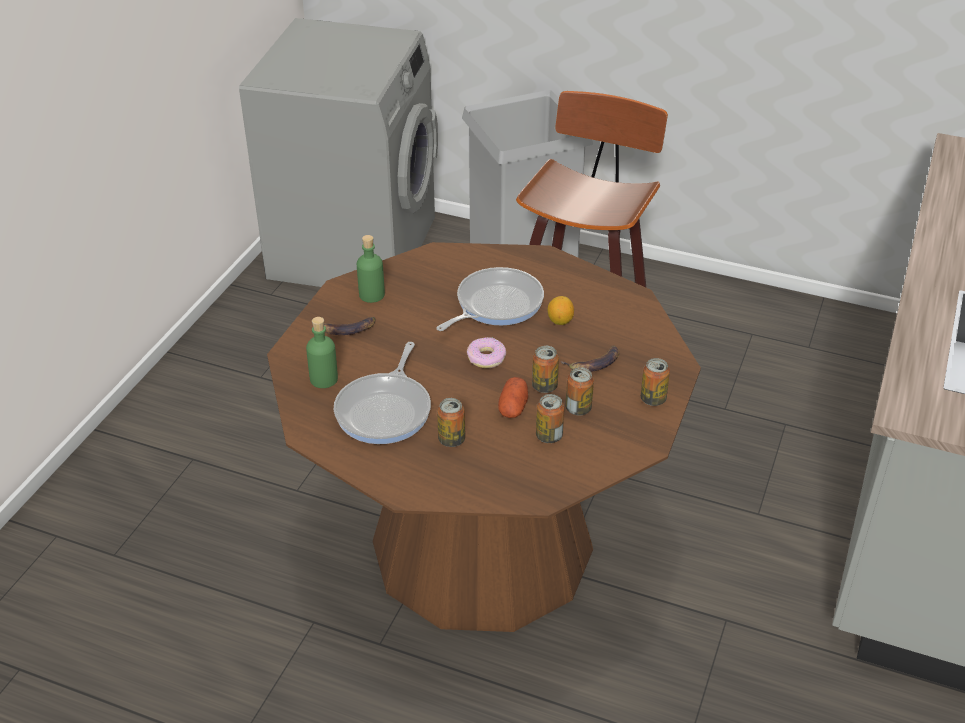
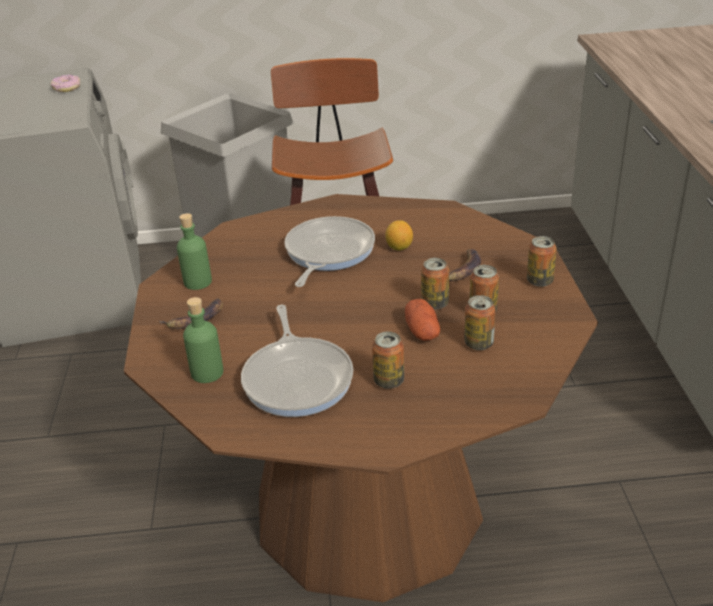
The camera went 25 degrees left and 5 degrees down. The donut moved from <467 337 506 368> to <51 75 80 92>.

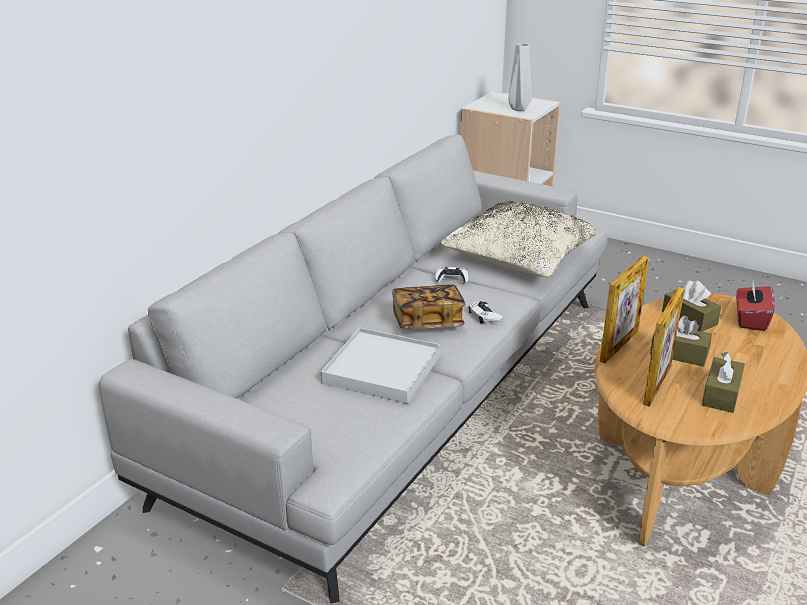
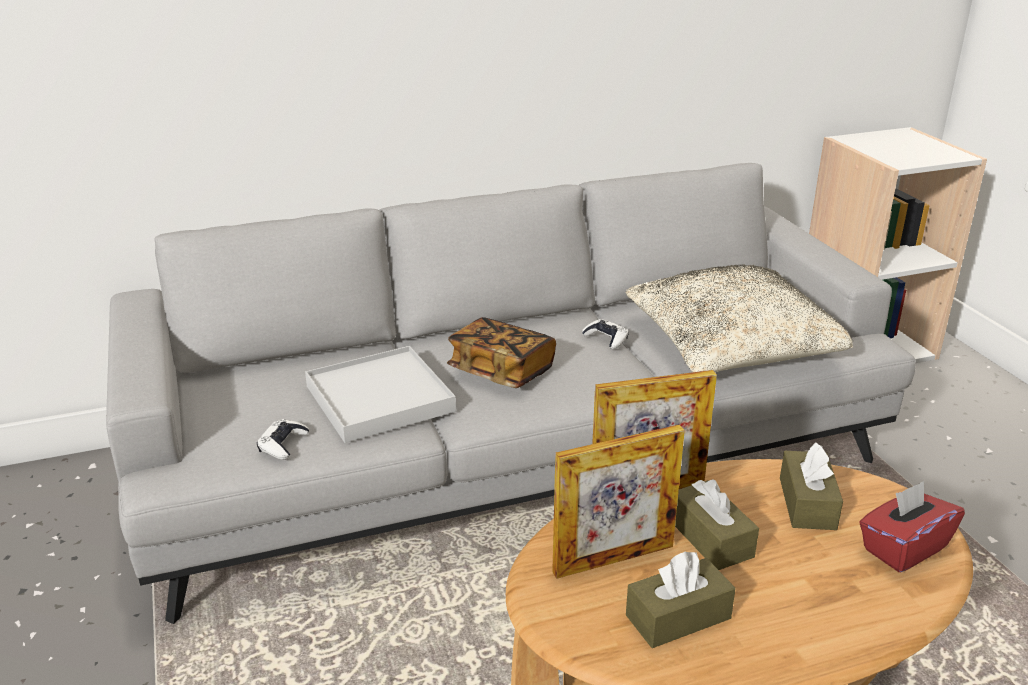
The camera went 40 degrees right and 0 degrees up. The vase in grey at <508 43 532 111> disappeared. The game controller in white moved from <469 301 503 324> to <257 419 309 460>.

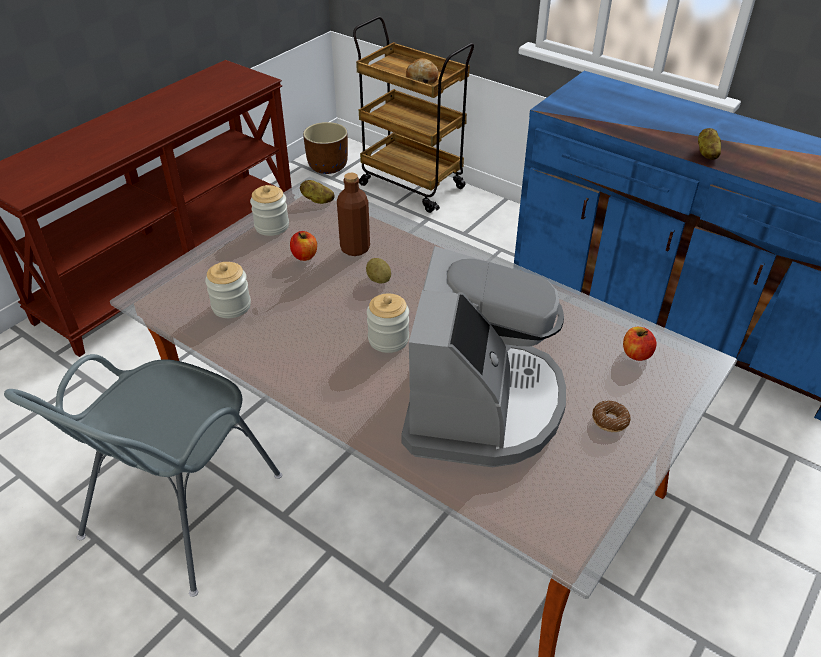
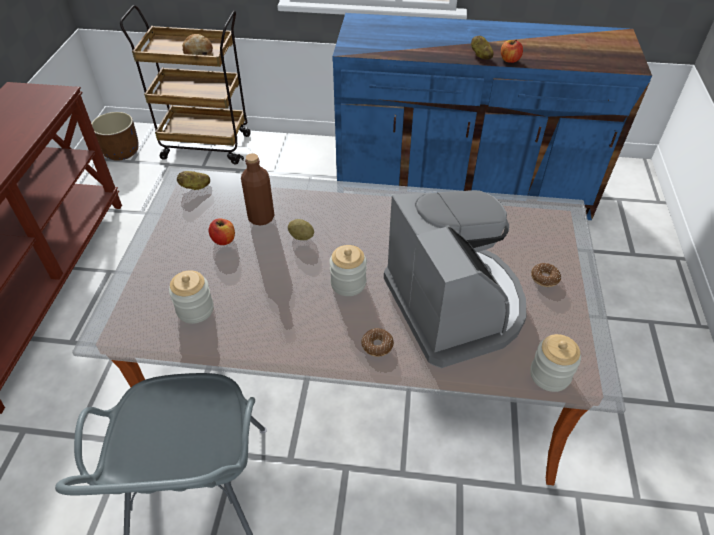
The camera went 30 degrees left and 5 degrees up. The jar moved from <250 185 289 236> to <530 334 581 392>. The apple moved from <623 327 657 361> to <501 40 523 63>. The donut at <361 328 394 357> appeared.

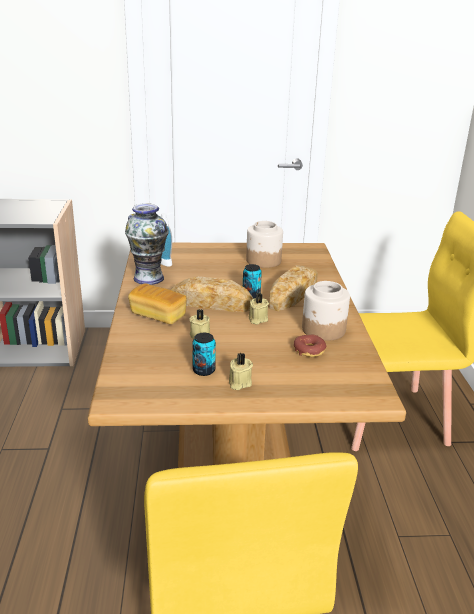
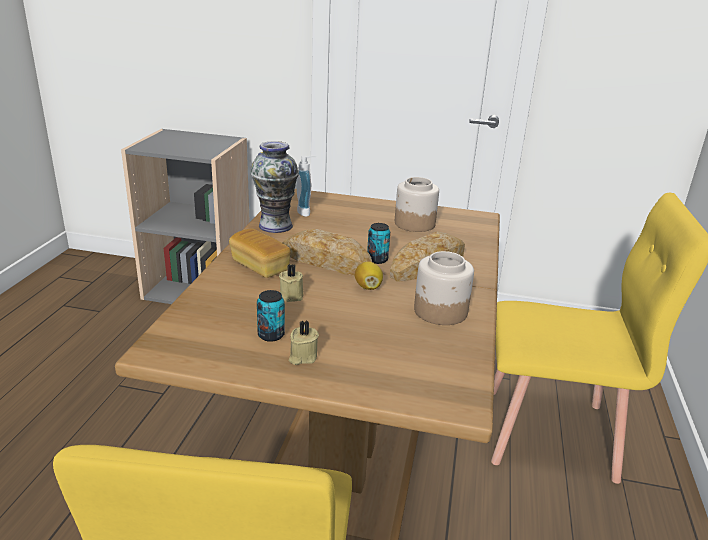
The camera went 15 degrees right and 0 degrees up. The candle in beige at <248 293 269 324> was replaced by the lemon at <355 261 383 290>. The donut at <294 335 327 357> disappeared.

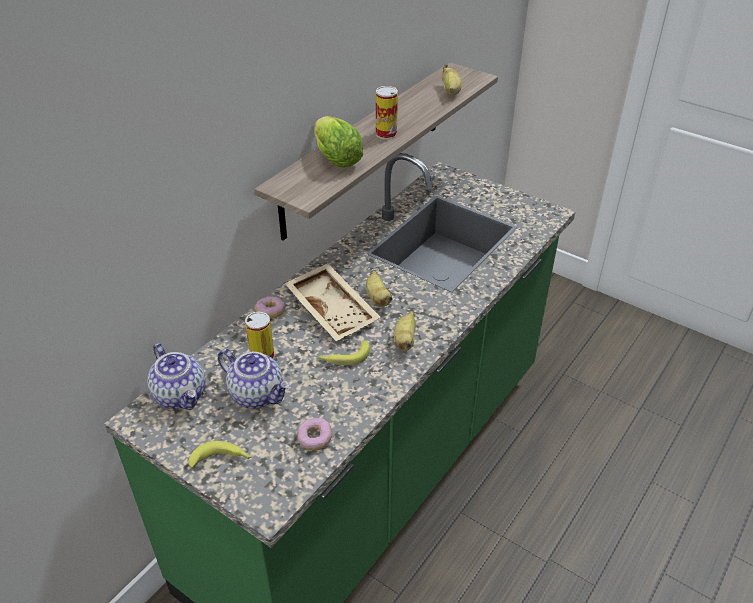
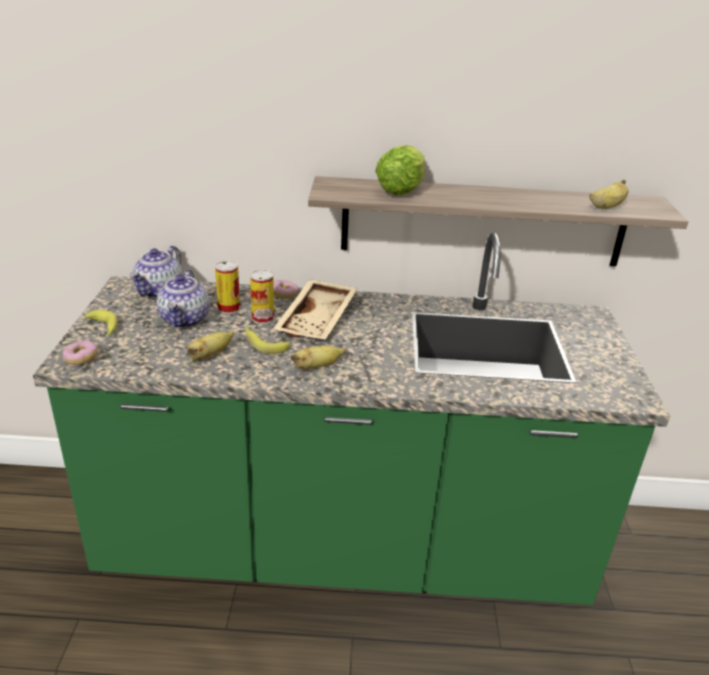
The camera went 55 degrees right and 10 degrees down. The can moved from <376 86 398 139> to <250 269 274 324>. The banana moved from <366 271 393 306> to <187 331 234 360>. The donut moved from <297 418 332 450> to <63 340 98 365>.

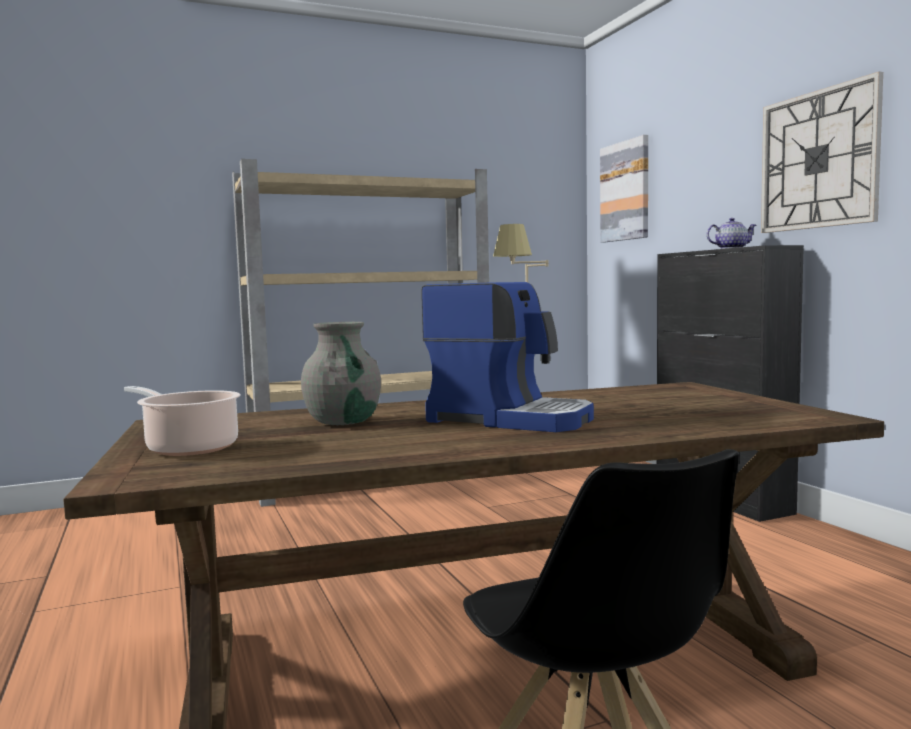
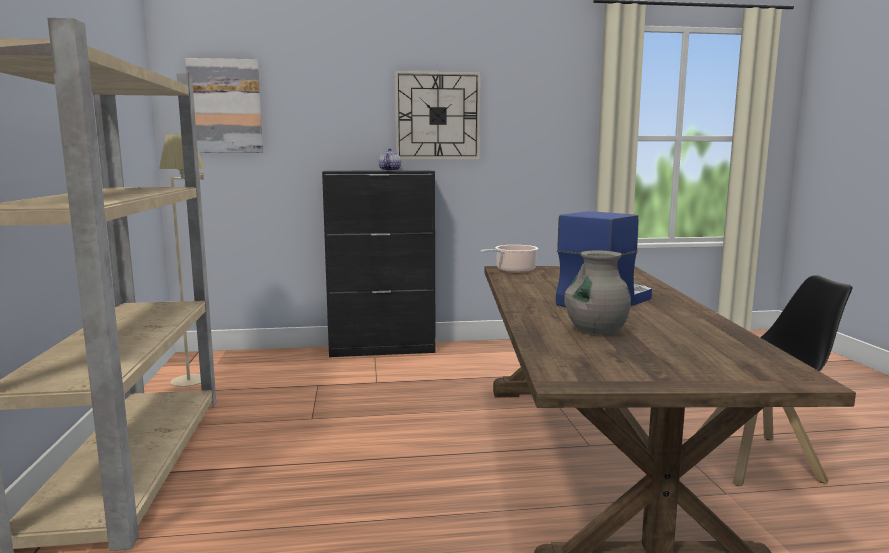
The camera went 75 degrees left and 5 degrees up. The cooking pot moved from <124 386 240 456> to <480 245 538 273>.

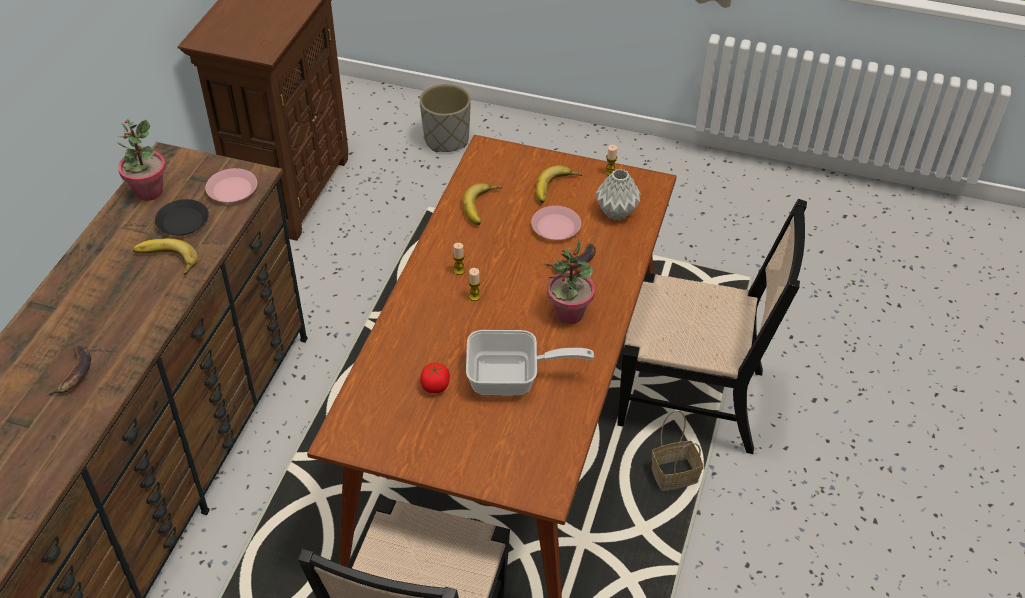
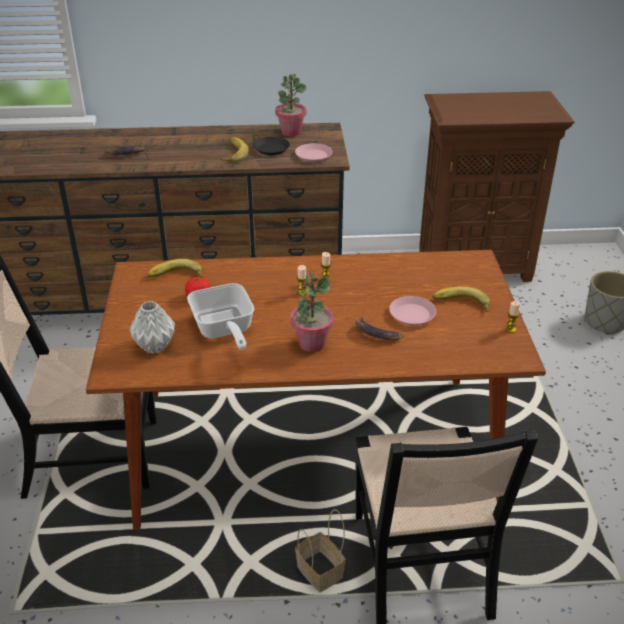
The camera went 70 degrees right and 10 degrees down. The vase in grey moved from <596 169 641 220> to <129 301 175 354>. The banana moved from <463 183 502 225> to <148 259 202 278>.

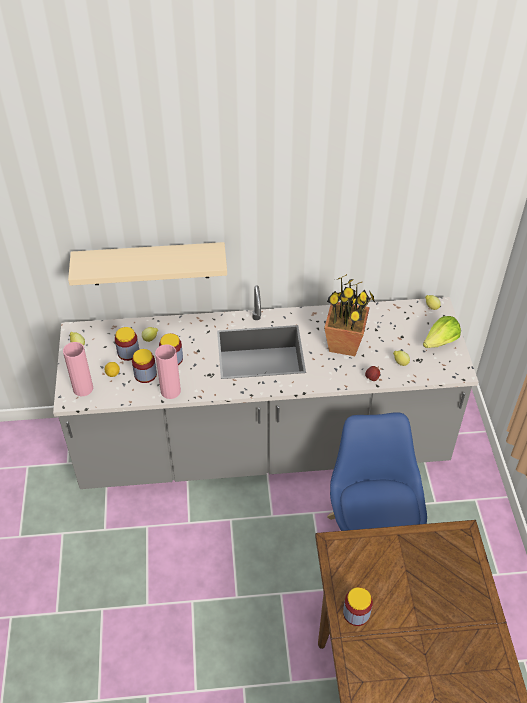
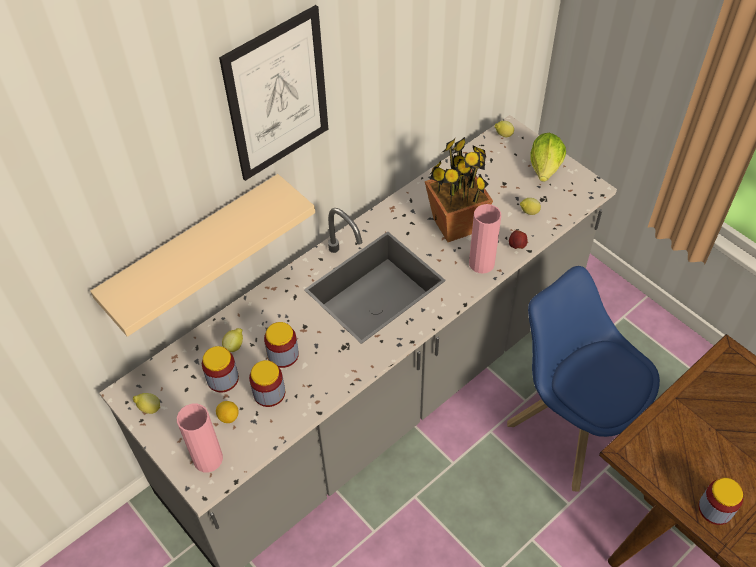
The camera went 35 degrees left and 5 degrees up. The vase in pink moved from <155 344 181 399> to <469 204 501 274>. The picture at <219 5 328 181> appeared.

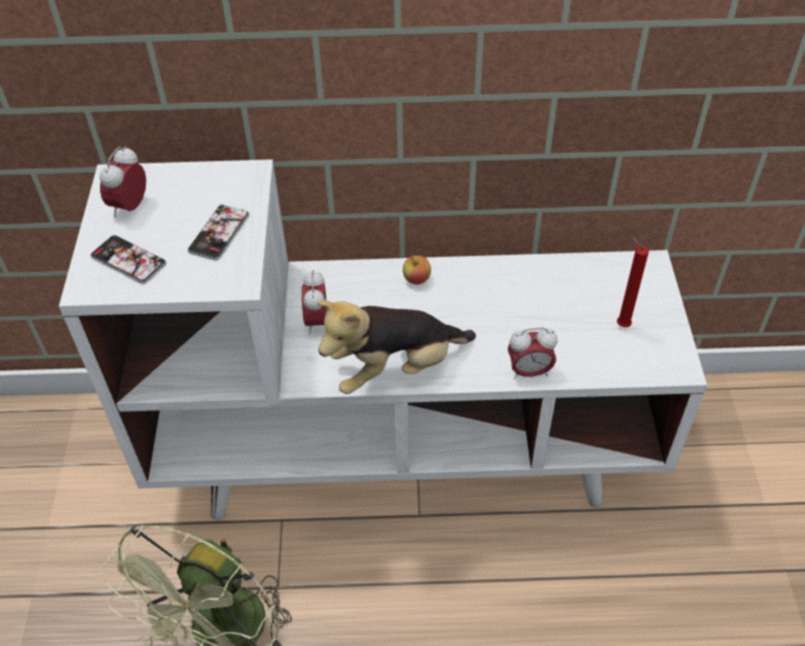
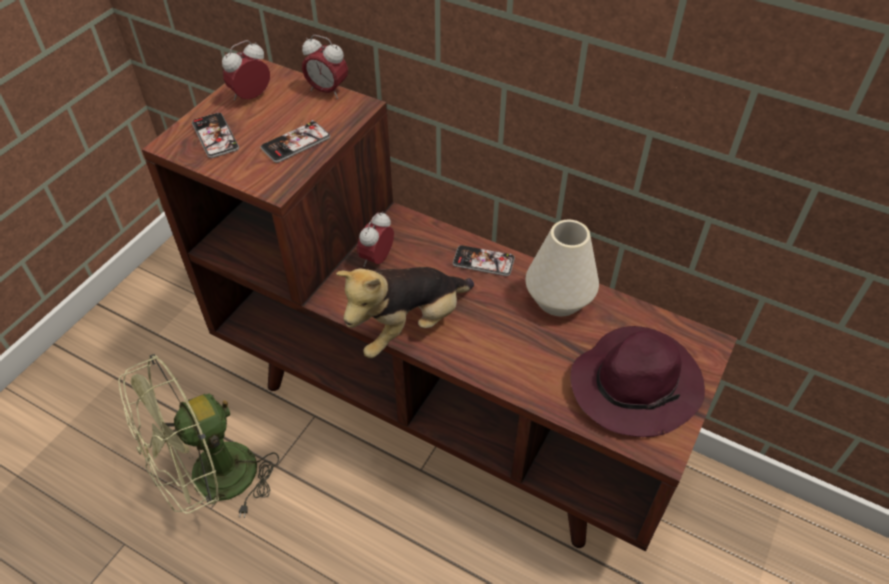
The camera went 30 degrees right and 0 degrees up. The tv stand in white at <59 159 707 520> became the tv stand in brown at <142 59 737 552>. The candle in red at <617 237 649 327> was replaced by the hat in purple at <571 326 705 437>. The apple at <403 255 431 285> was replaced by the phone at <453 245 515 276>. The plush toy at <317 300 476 394> turned 45 degrees counterclockwise. The alarm clock moved from <508 328 558 379> to <302 35 348 99>. The vase in white at <526 220 599 316> appeared.

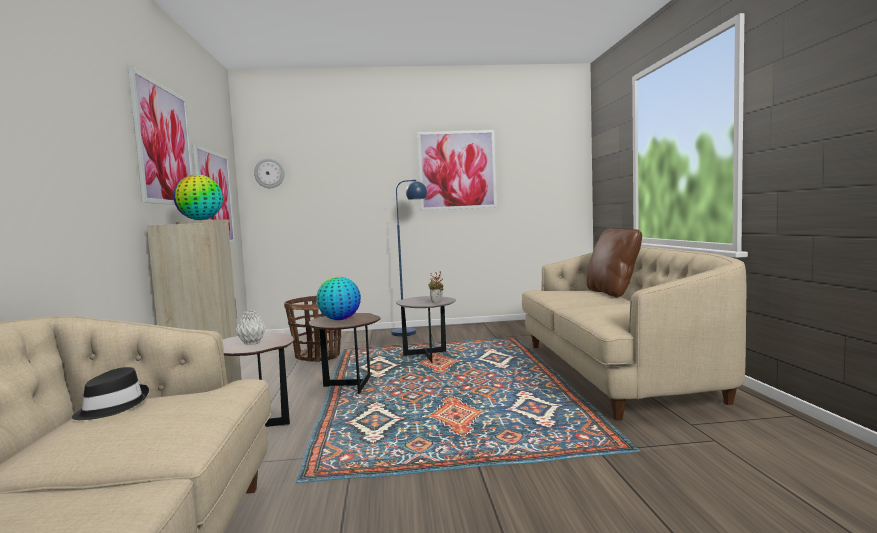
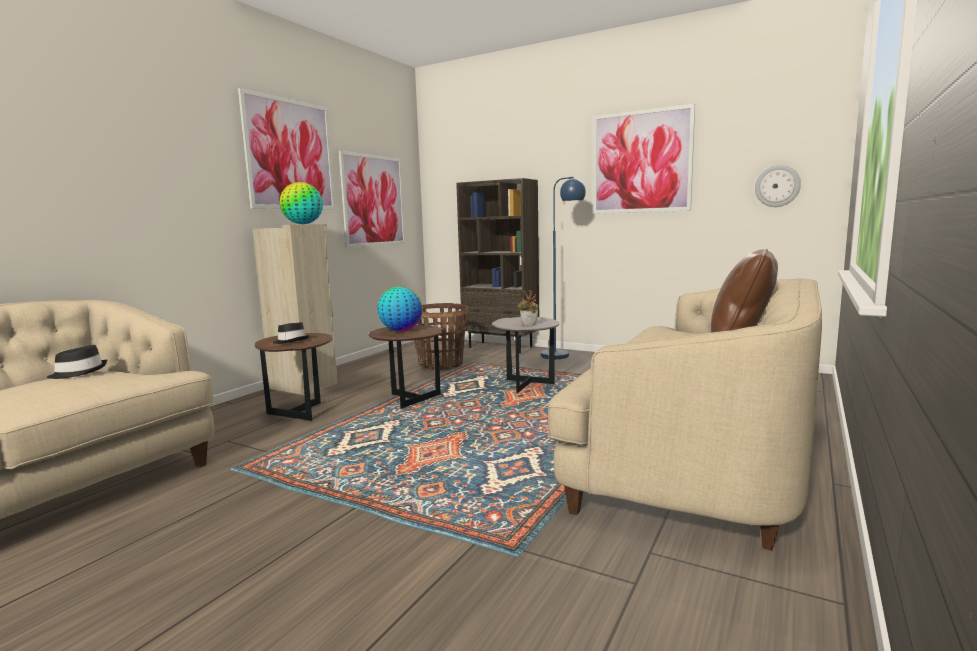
The camera went 35 degrees right and 5 degrees up. The wall clock moved from <254 158 285 188> to <755 165 801 207>. The vase in grey at <236 311 266 345> was replaced by the hat in black at <273 322 309 344>. The bookcase in brown at <456 178 539 353> appeared.

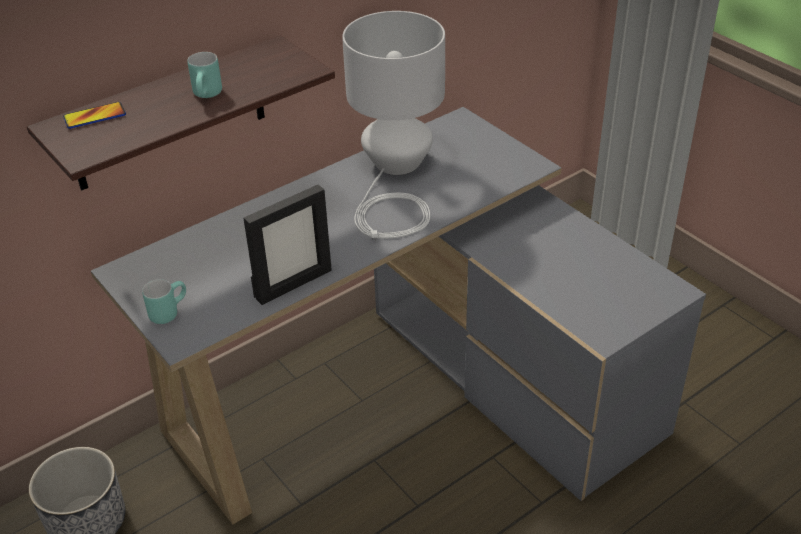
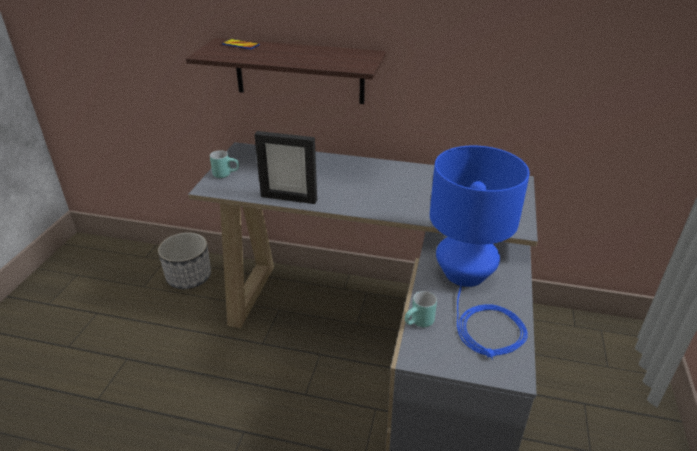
The camera went 50 degrees right and 5 degrees down. The table lamp in grey at <342 11 445 241> disappeared. The mug in turquoise moved from <187 52 222 98> to <405 291 437 327>. The table lamp in blue at <430 146 530 360> appeared.

